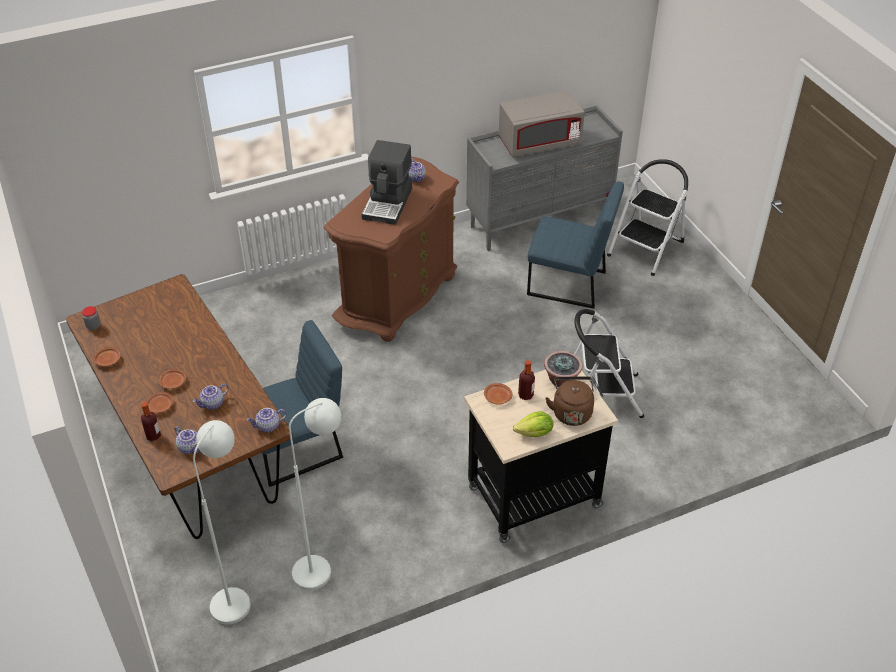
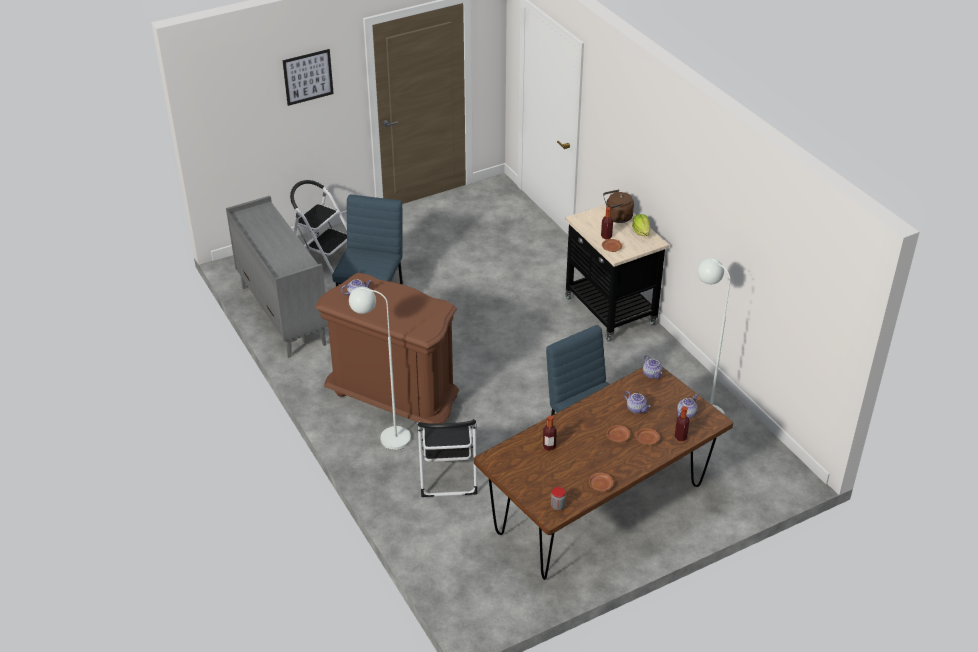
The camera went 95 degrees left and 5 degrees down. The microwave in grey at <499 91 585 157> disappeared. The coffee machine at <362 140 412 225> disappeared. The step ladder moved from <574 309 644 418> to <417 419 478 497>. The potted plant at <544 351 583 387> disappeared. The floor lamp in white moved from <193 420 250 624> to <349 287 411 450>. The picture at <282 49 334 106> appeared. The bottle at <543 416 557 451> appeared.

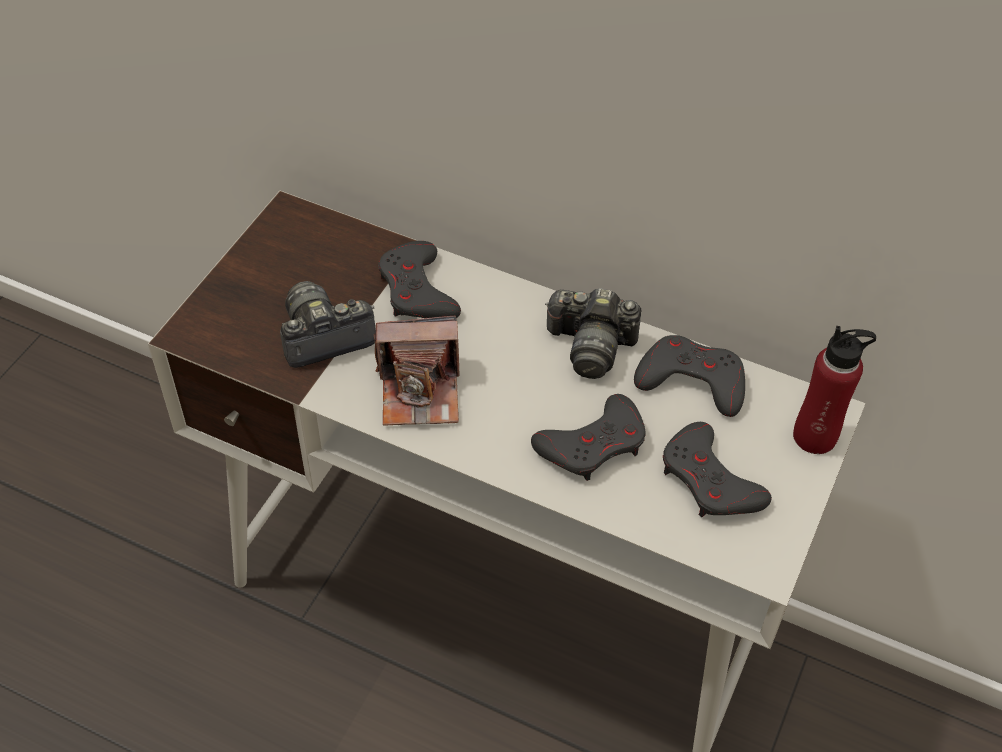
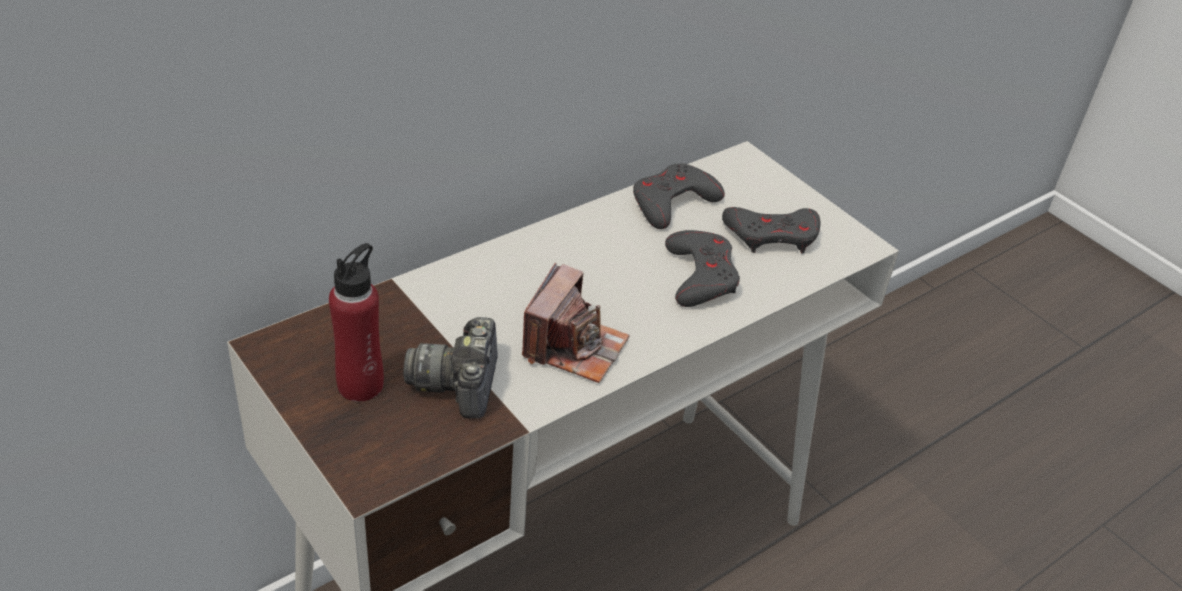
The camera went 65 degrees left and 10 degrees down. The game controller in grey at <378 241 461 318> disappeared. The photo camera at <545 288 641 379> disappeared. The bottle in red moved from <793 326 876 454> to <329 243 384 402>.

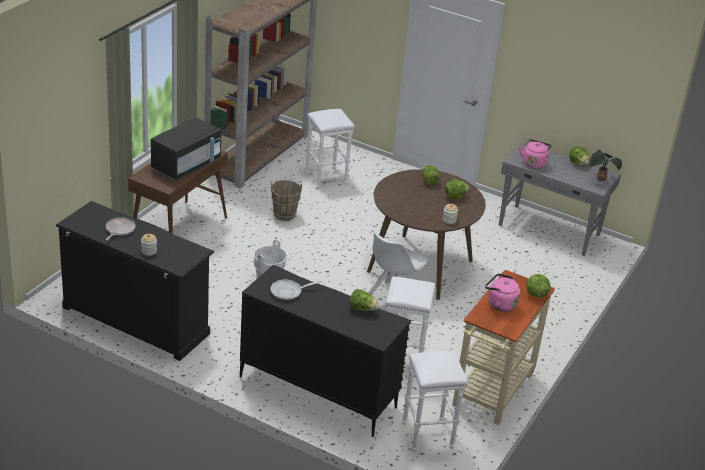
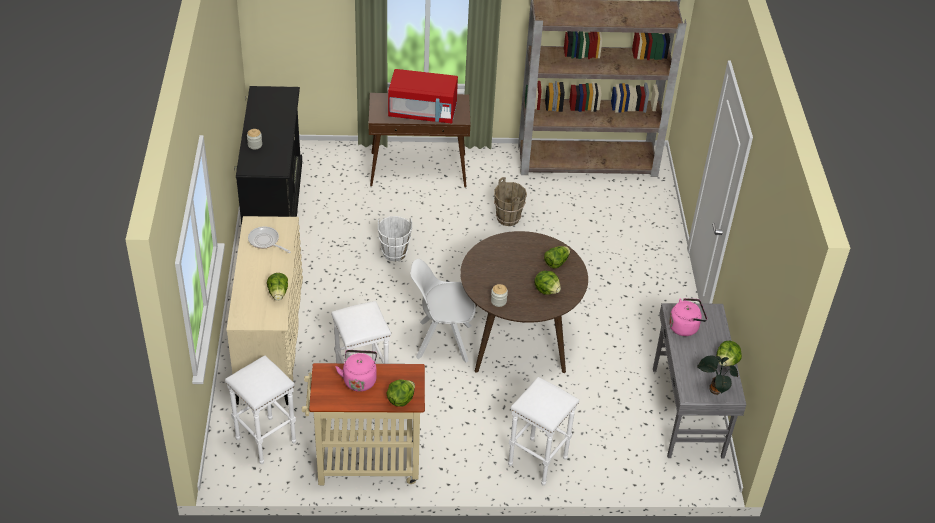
The camera went 60 degrees right and 10 degrees up. The stool in white moved from <305 109 355 189> to <508 377 579 486>. The microwave in black at <151 117 221 180> became the microwave in red at <388 69 458 123>. The frying pan at <106 217 135 240> disappeared. The dresser in black at <240 265 411 437> became the dresser in beige at <227 216 303 405>.

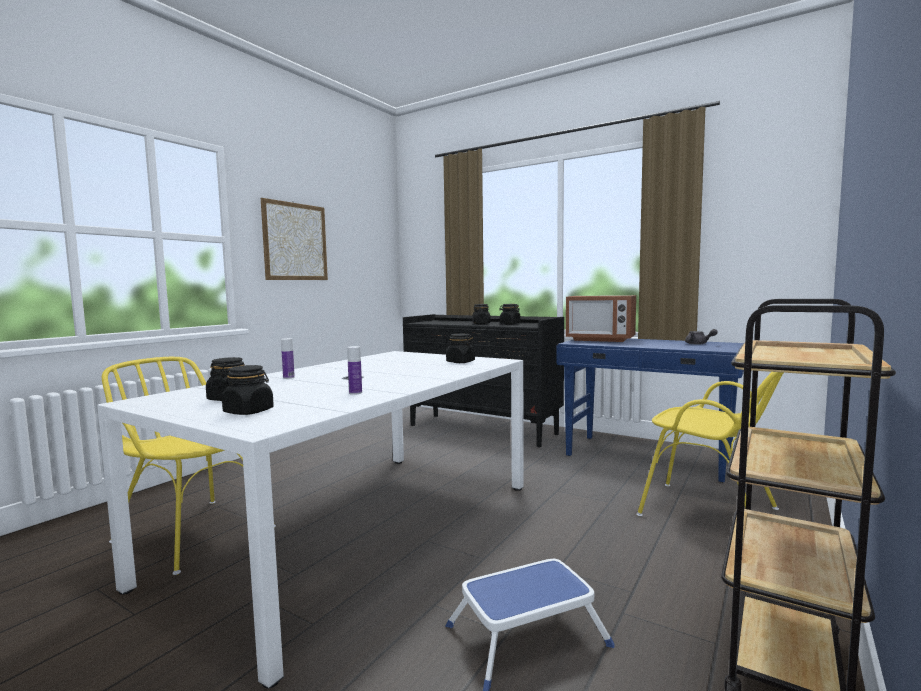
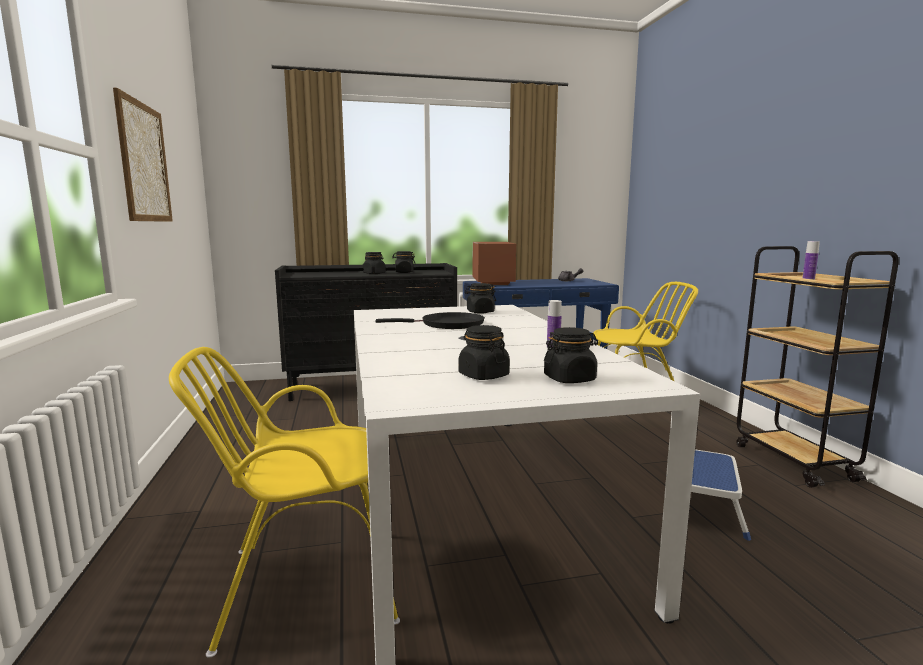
The camera went 45 degrees left and 5 degrees up. The microwave at <566 295 636 342> turned 75 degrees counterclockwise. The bottle moved from <281 338 295 379> to <803 241 820 280>. The frying pan in black at <376 312 485 329> appeared.

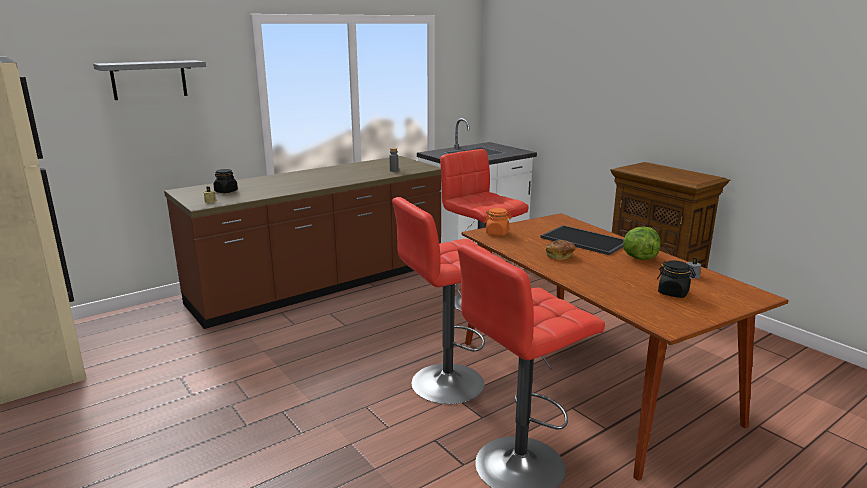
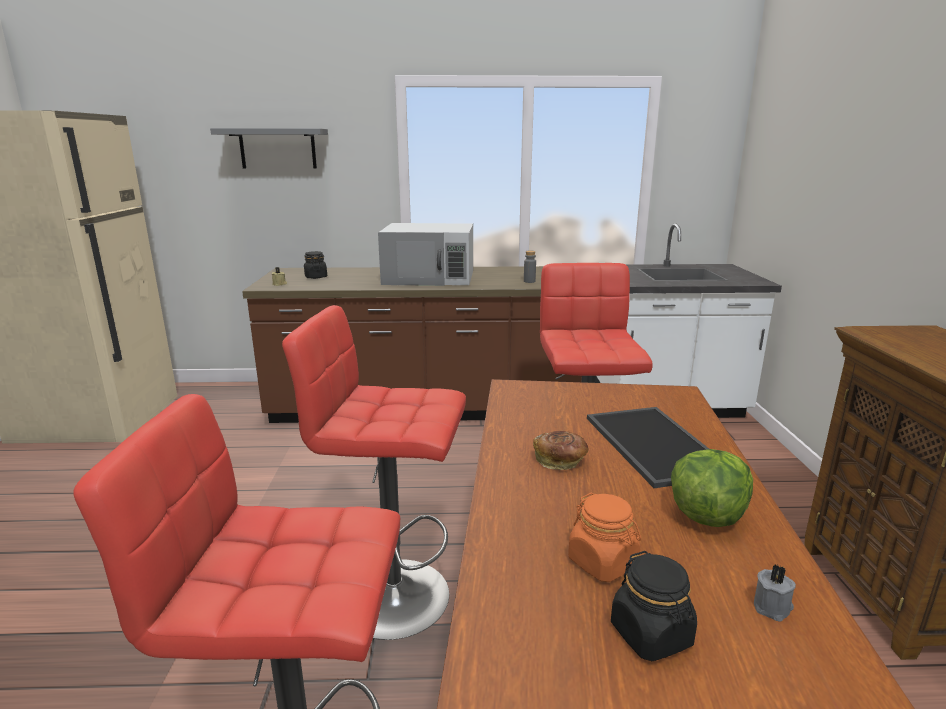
The camera went 35 degrees right and 0 degrees up. The jar in orange moved from <484 208 512 236> to <568 492 641 582>. The microwave in white at <378 223 473 286> appeared.

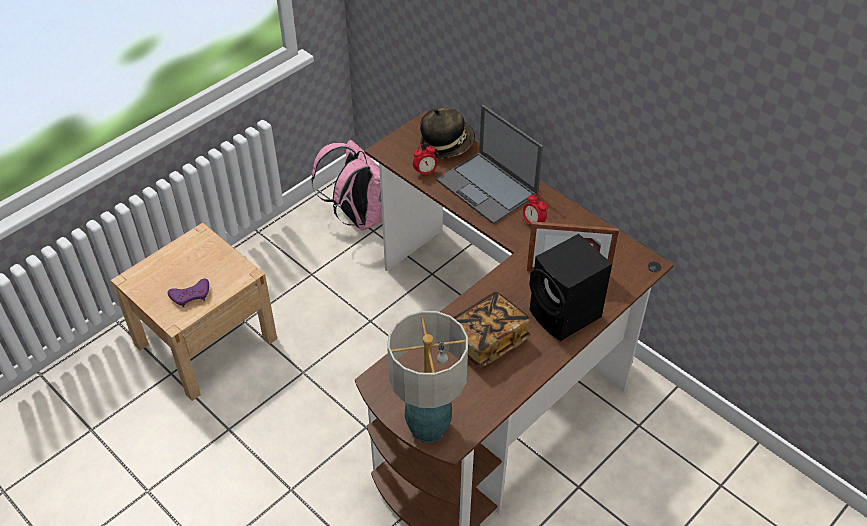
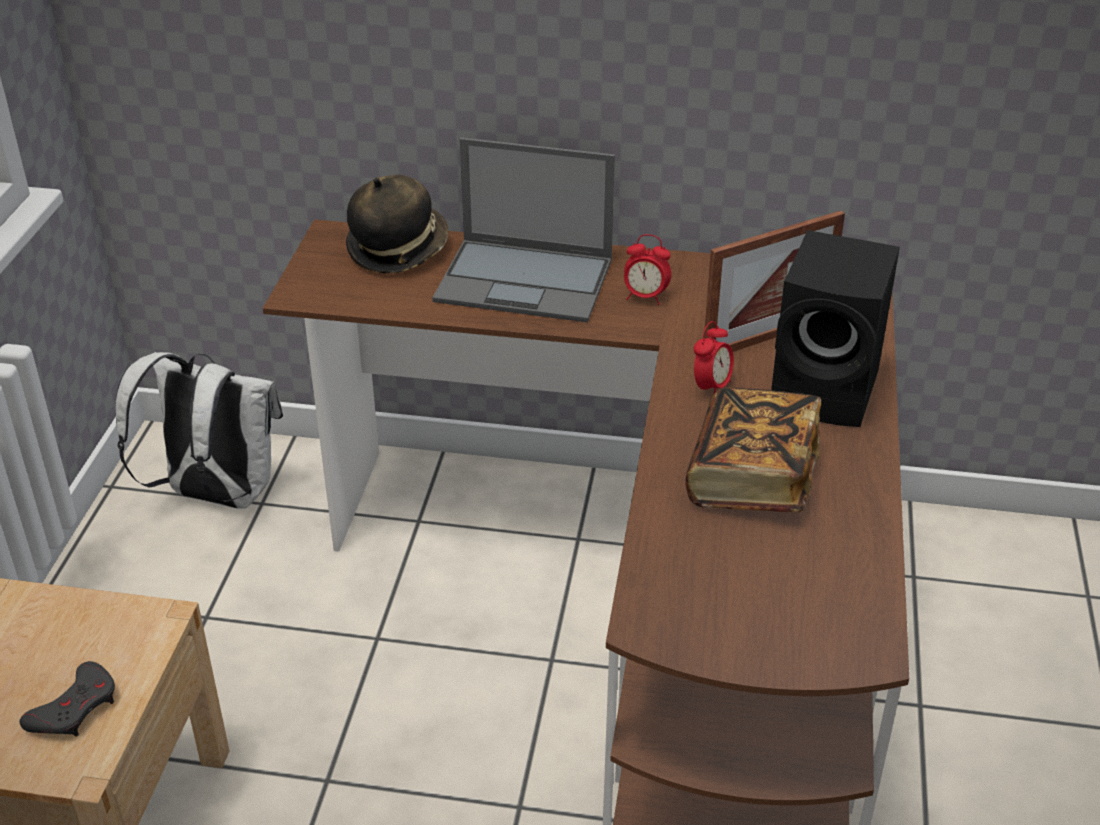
The camera went 35 degrees left and 10 degrees down. The backpack in pink at <311 140 382 231> became the backpack in white at <115 352 283 509>. The alarm clock moved from <413 143 437 178> to <694 321 734 393>. The game controller in purple at <168 279 209 307> became the game controller in grey at <19 661 115 737>. The table lamp at <387 311 468 443> disappeared.

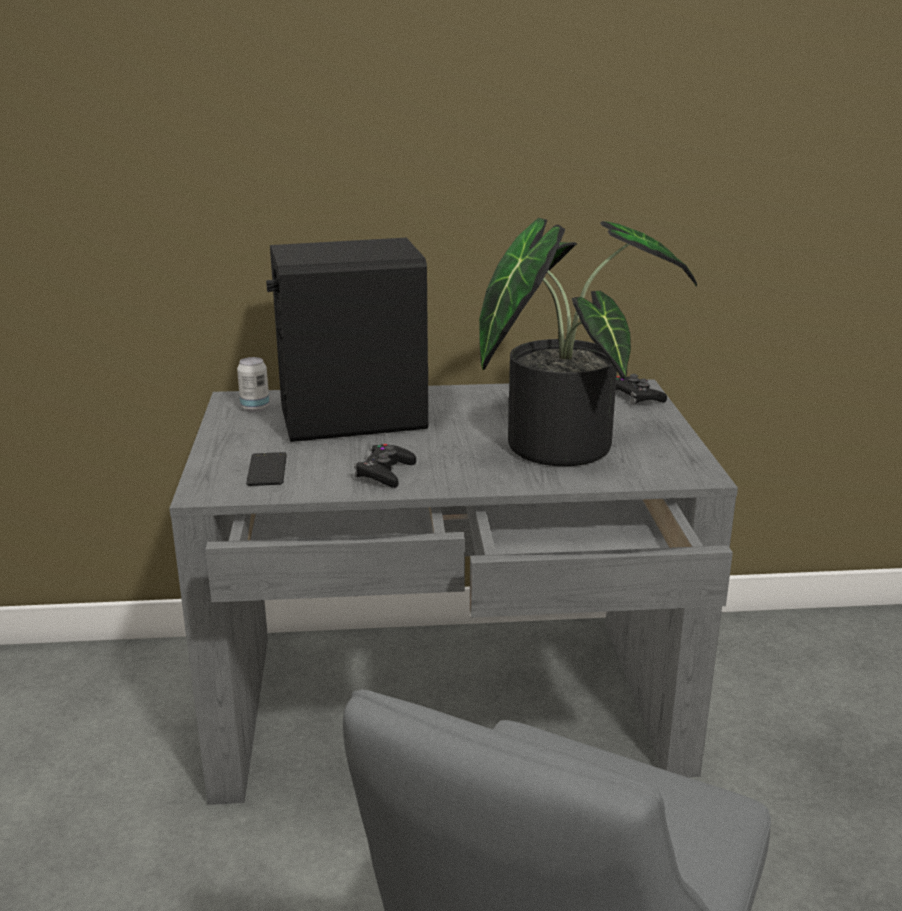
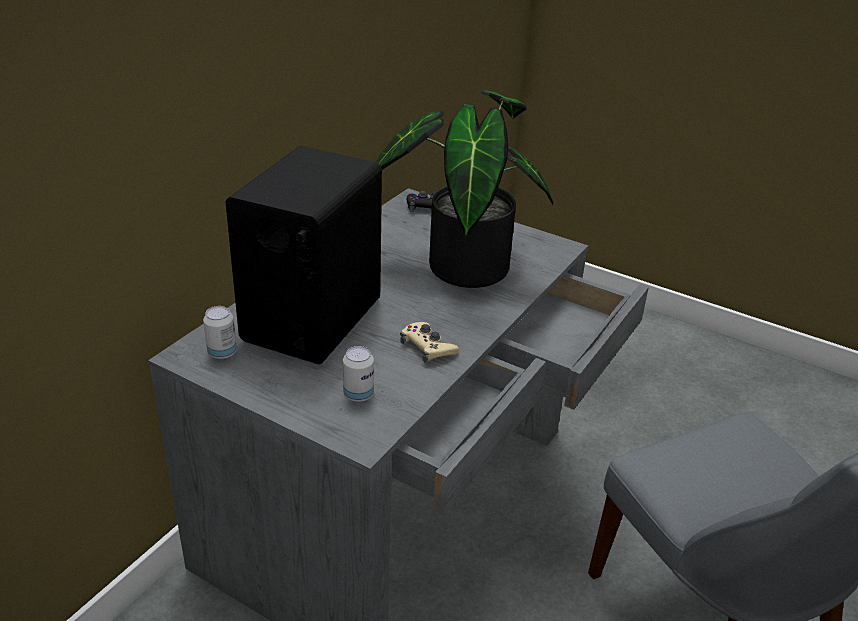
The camera went 55 degrees left and 10 degrees up. The game controller in black at <354 444 416 488> became the game controller in beige at <400 322 459 362>. The phone at <246 452 287 486> was replaced by the can at <343 346 374 402>.

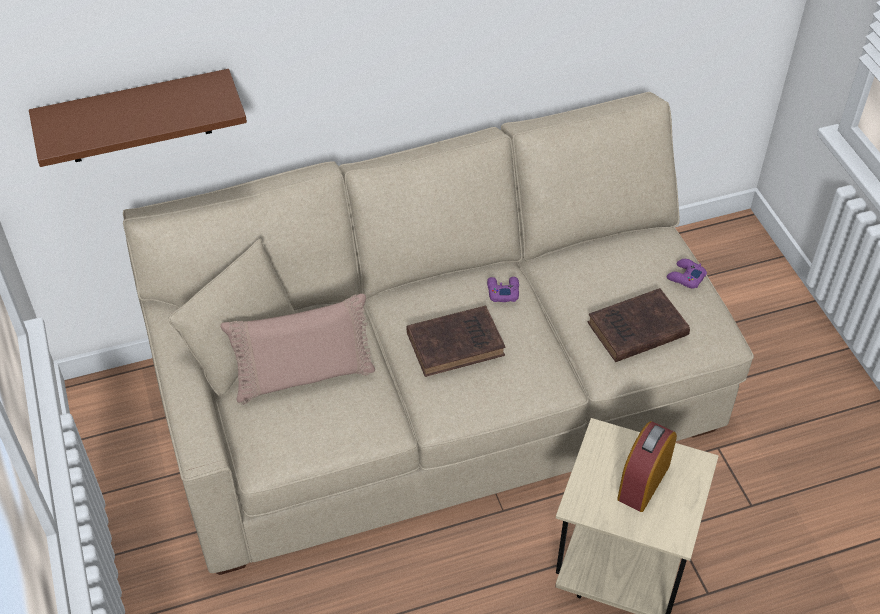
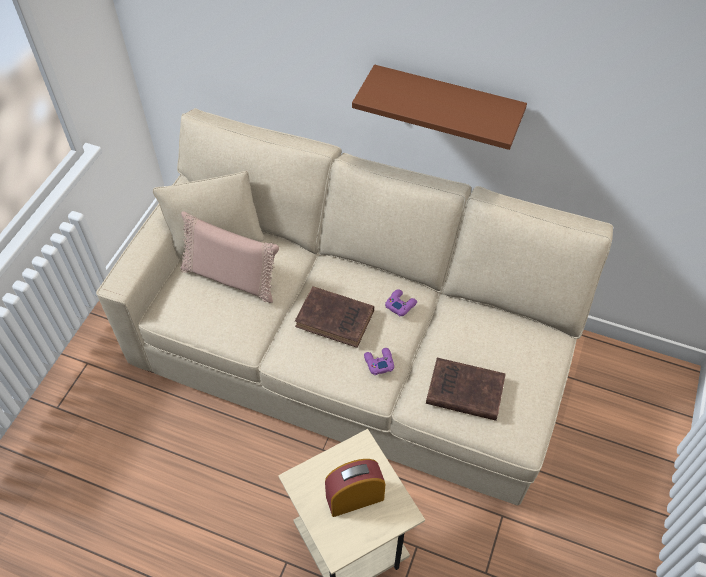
The camera went 40 degrees right and 5 degrees up. The shelf in brown moved from <29 69 247 167> to <352 65 527 150>. The game controller in purple moved from <667 259 707 289> to <364 348 394 375>.

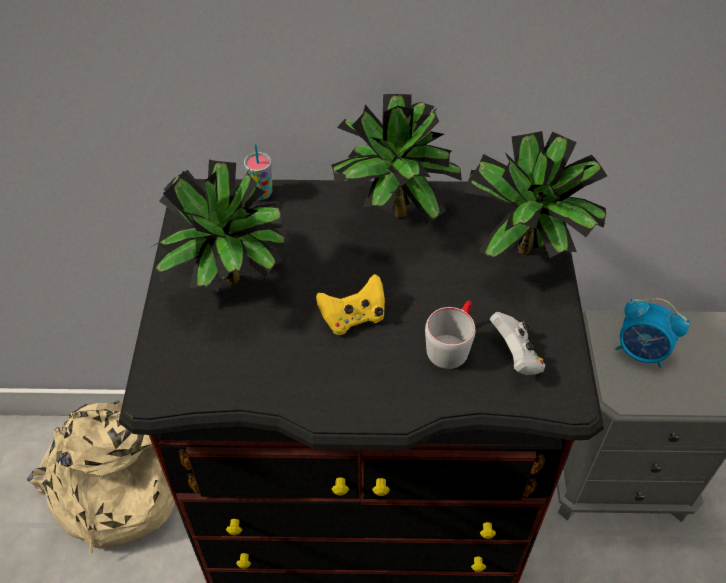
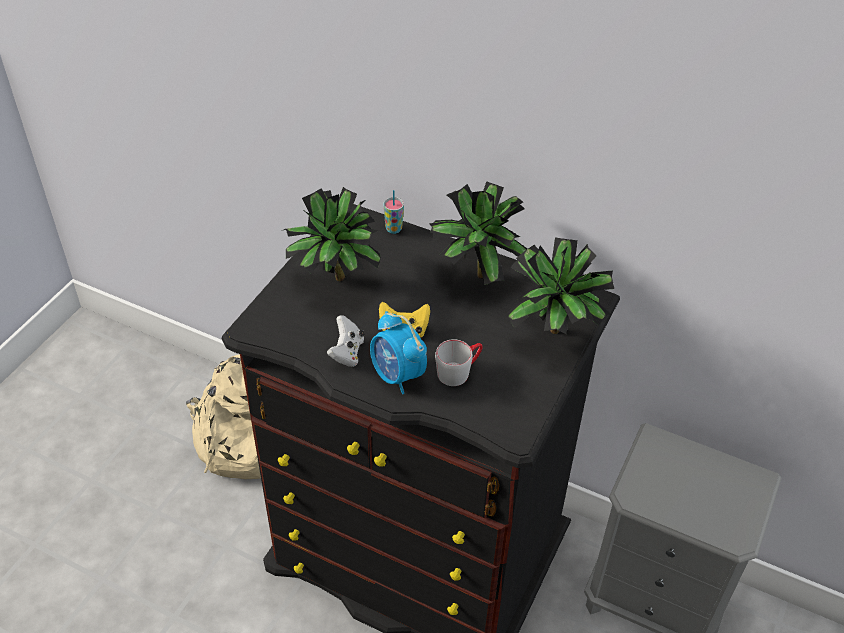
The camera went 25 degrees right and 5 degrees down. The alarm clock moved from <615 298 690 367> to <370 311 427 394>. The game controller in white moved from <490 312 545 375> to <327 315 365 367>.

